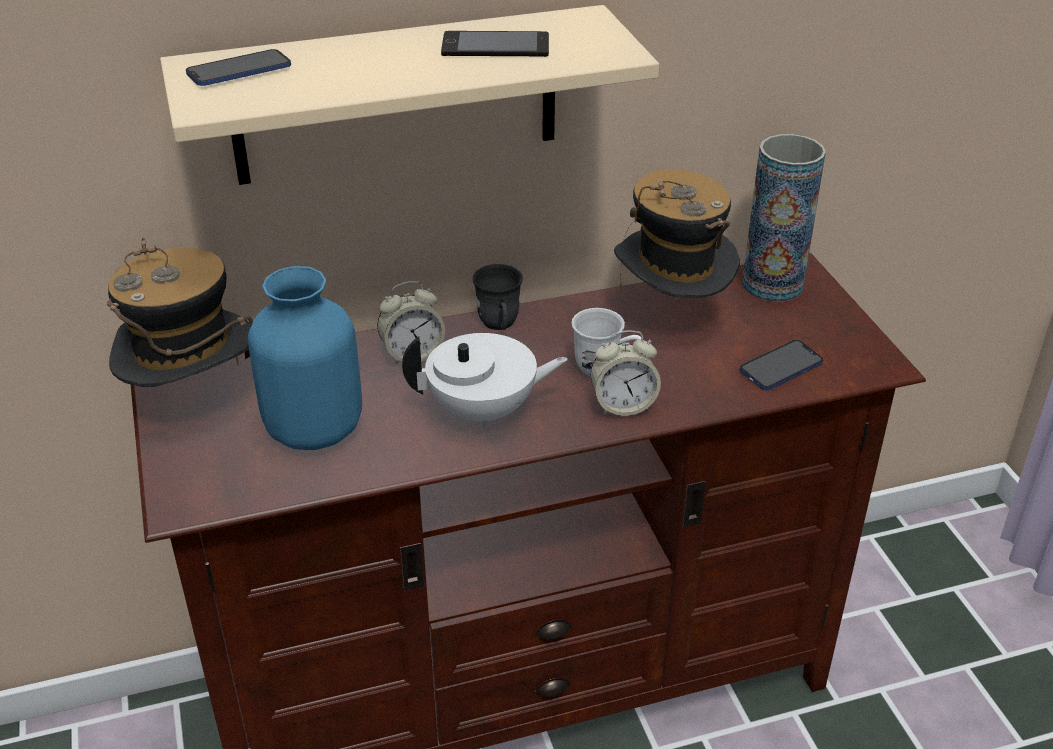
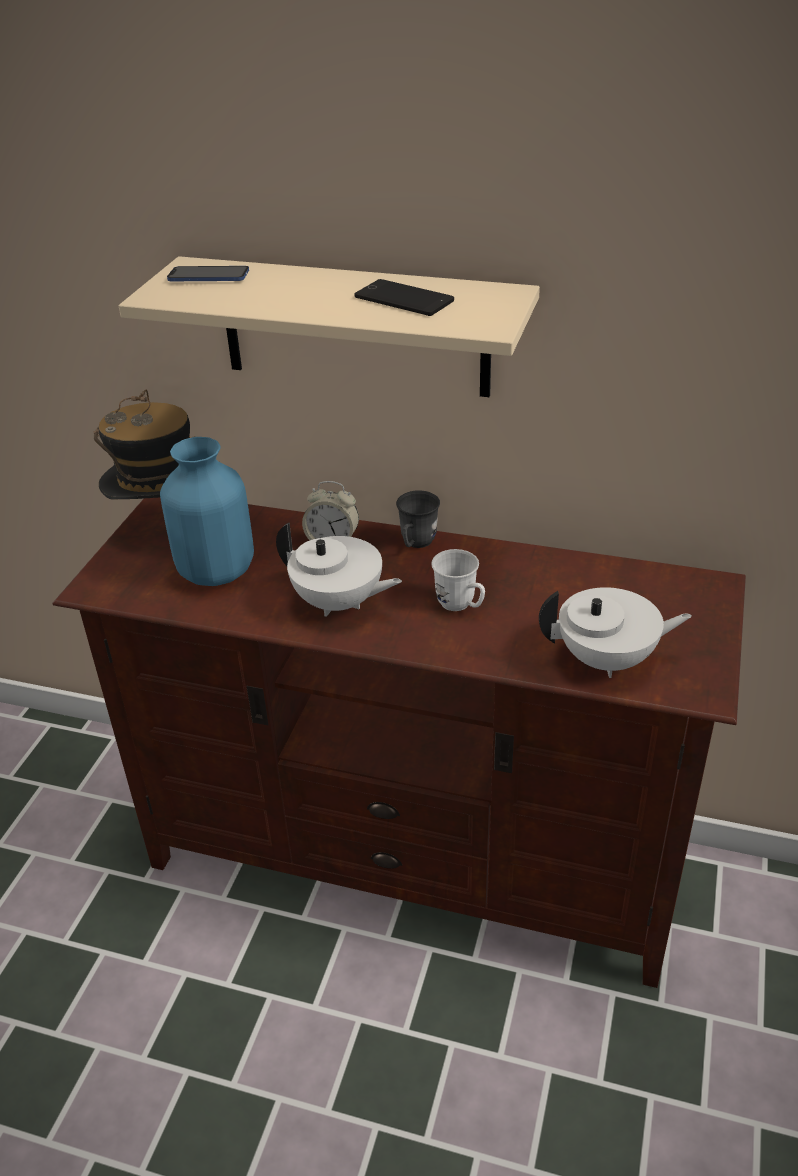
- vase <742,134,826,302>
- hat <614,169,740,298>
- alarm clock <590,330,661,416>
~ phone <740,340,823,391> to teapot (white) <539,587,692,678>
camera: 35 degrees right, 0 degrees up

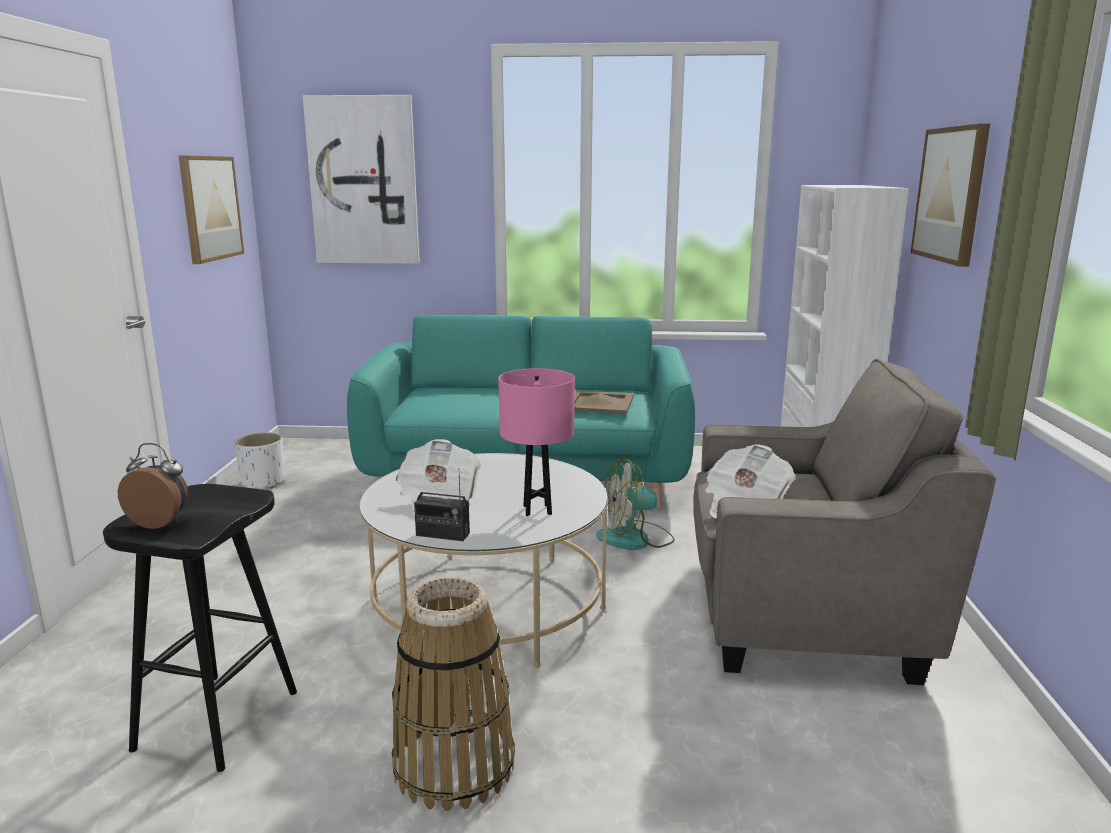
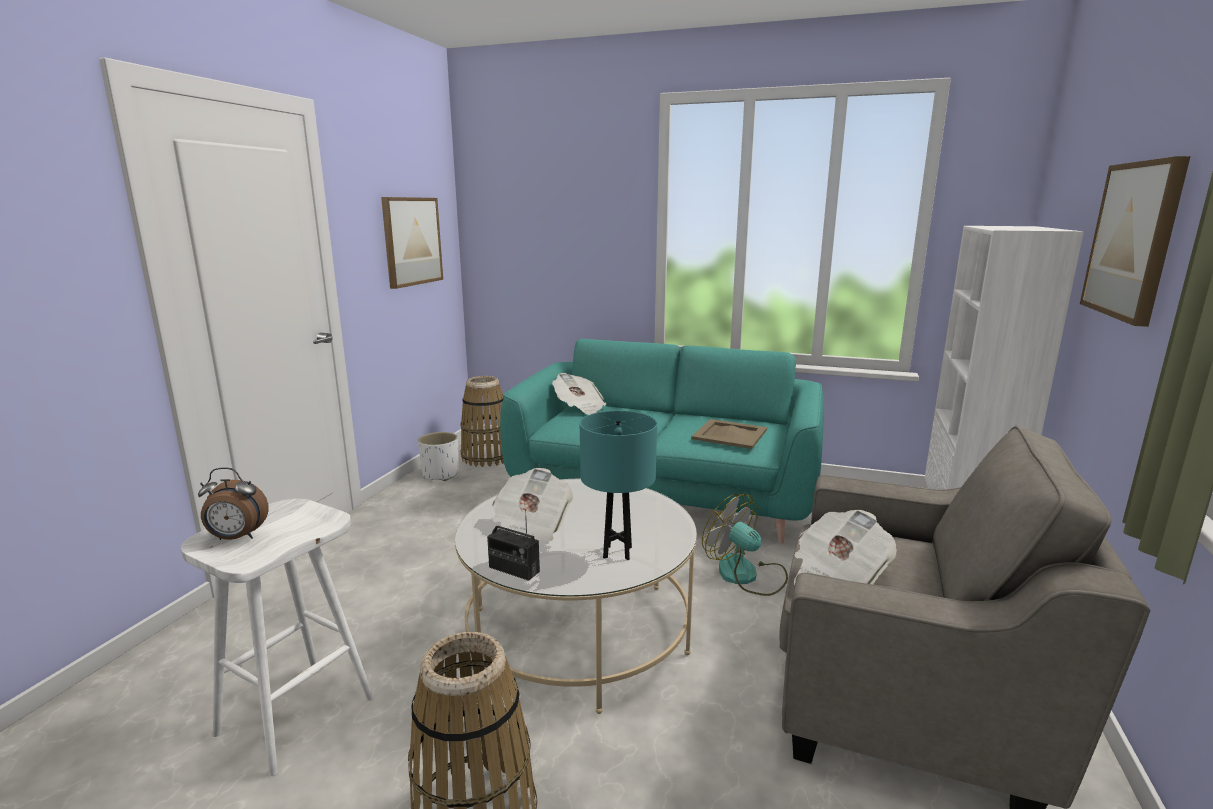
- picture <303,95,420,264>
~ table lamp (pink) <498,368,575,516> to table lamp (turquoise) <580,411,657,560>
~ alarm clock <118,443,188,529> = <198,467,269,540> 150 degrees clockwise
~ fan <597,459,675,550> = <702,494,788,596> 45 degrees clockwise
~ stool (black) <103,484,297,772> to stool (white) <181,499,374,776>
+ newspaper <552,373,606,415>
+ basket <460,376,504,467>
camera: 15 degrees right, 0 degrees up

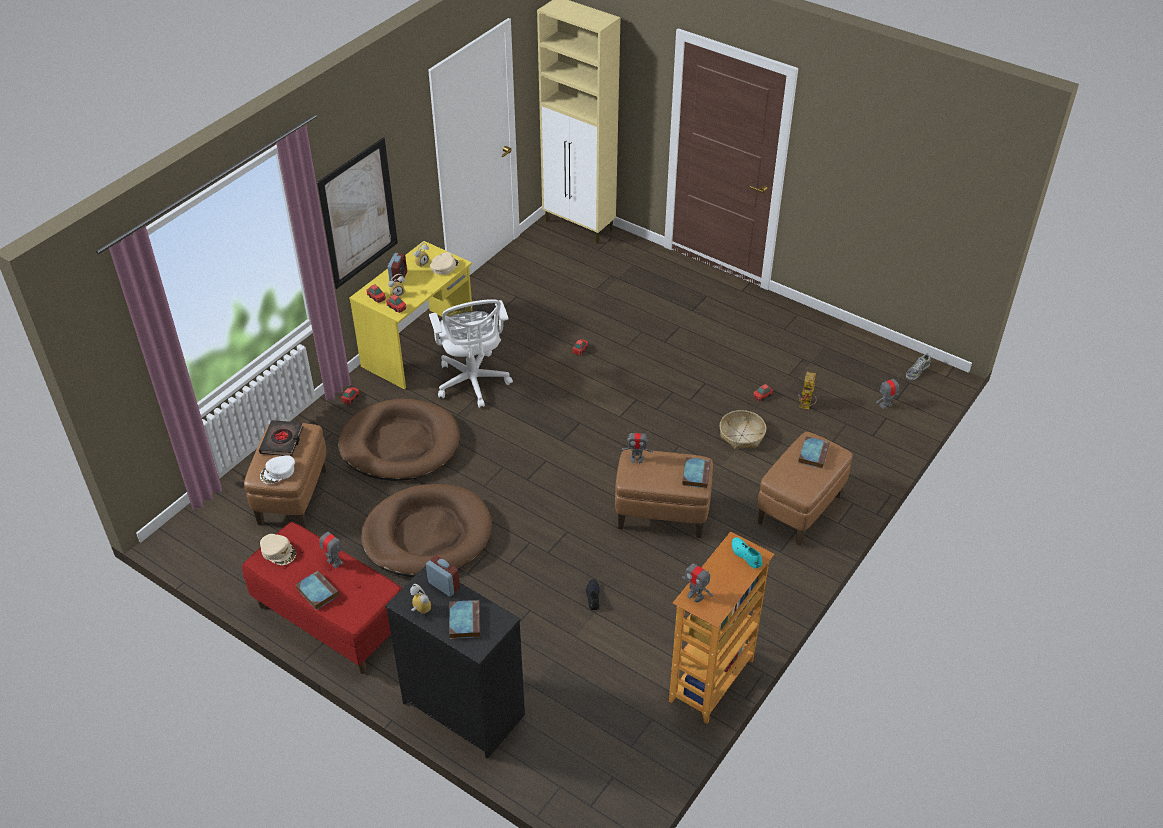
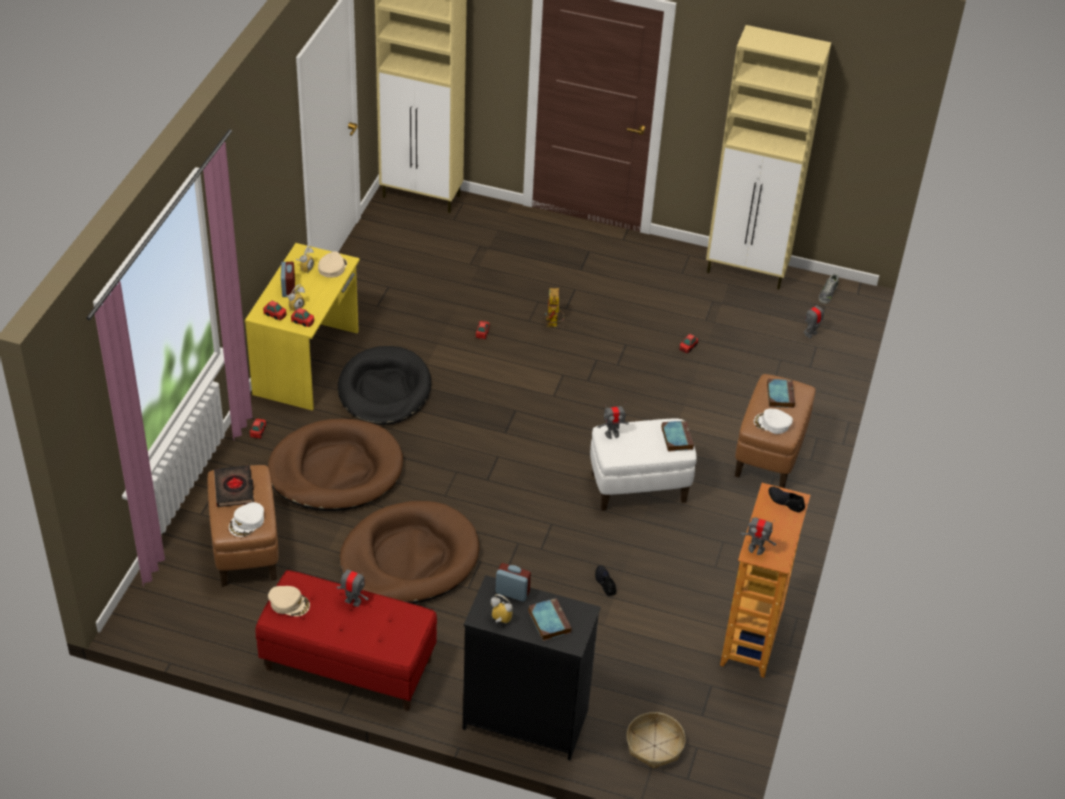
- picture <317,137,398,289>
~ office chair (white) <429,299,513,408> to dog bed (black) <338,346,431,425>
~ toy robot <798,372,817,409> to <545,288,565,327>
~ basket <720,410,766,450> to <626,712,686,769>
~ ottoman (brown) <615,449,713,538> to ottoman (white) <590,419,697,511>
~ shoe (turquoise) <732,537,763,569> to shoe (black) <769,486,805,512>
- book <296,570,339,610>
+ cabinet (beige) <706,25,831,290>
+ cap (white) <754,409,793,434>
camera: 20 degrees left, 0 degrees up

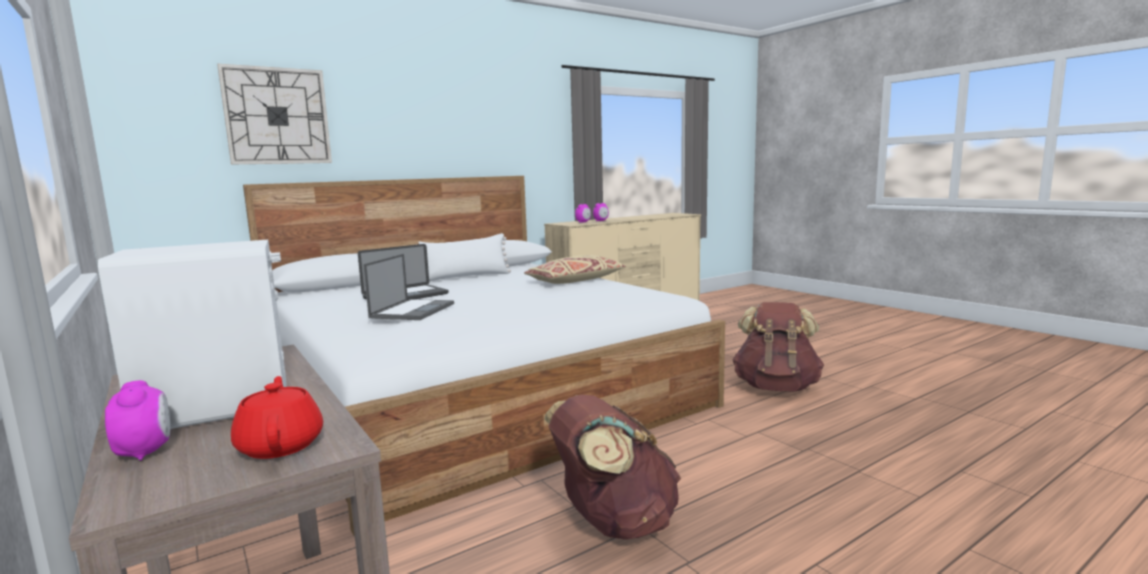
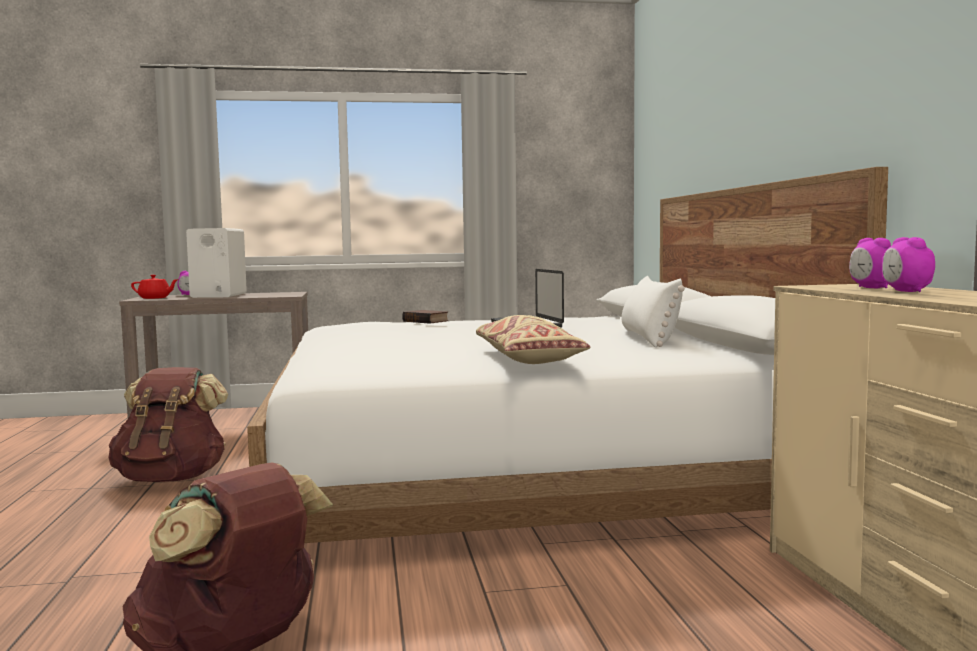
- wall clock <217,64,332,165>
~ laptop <363,254,454,320> to book <402,310,449,324>
camera: 115 degrees right, 5 degrees down

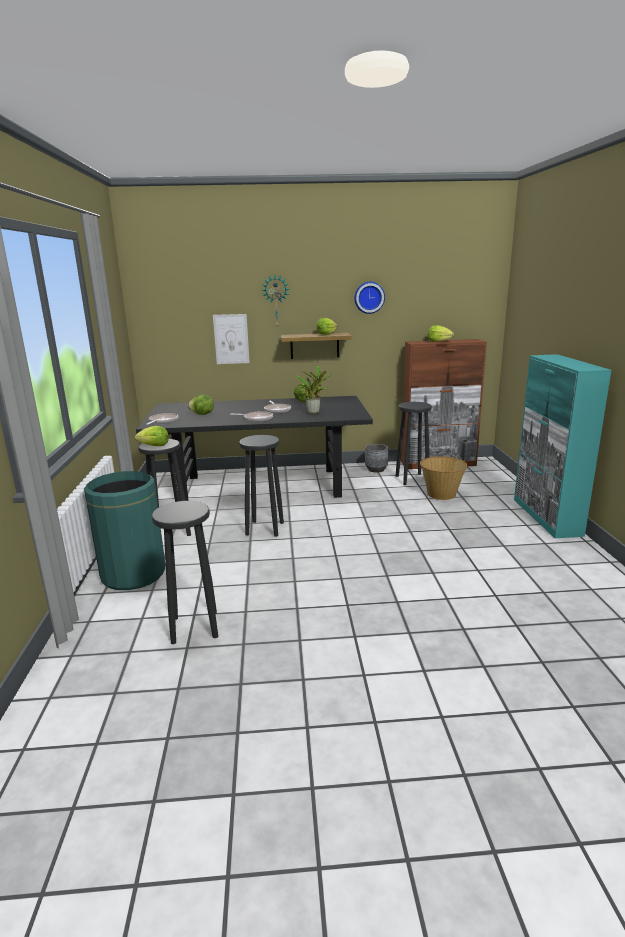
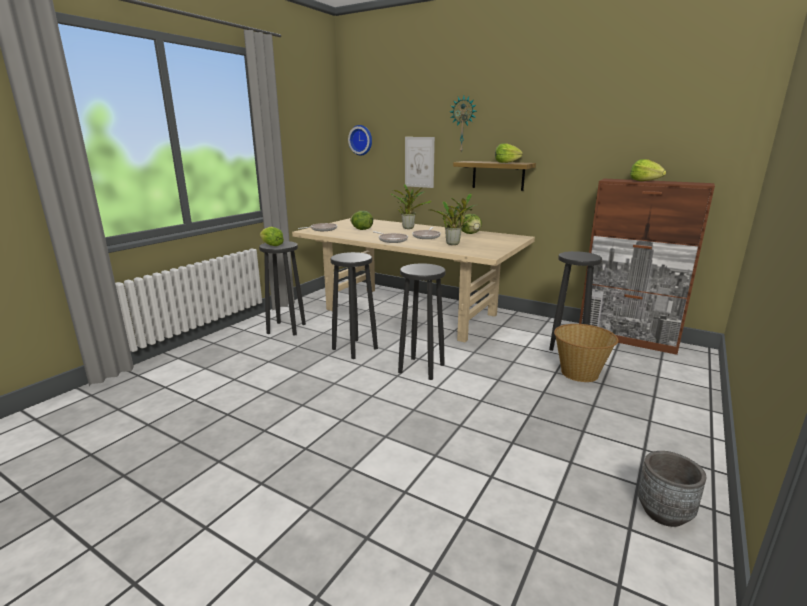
~ wall clock <354,282,385,314> to <348,125,372,156>
- cabinet (turquoise) <514,354,611,538>
~ dining table (black) <136,396,373,501> to dining table (beige) <292,218,535,343>
~ planter (grey) <365,444,388,473> to <638,451,706,527>
- trash can (green) <84,471,165,590>
~ stool (black) <152,501,218,644> to <398,263,446,380>
+ potted plant <391,184,432,229>
camera: 35 degrees right, 0 degrees up

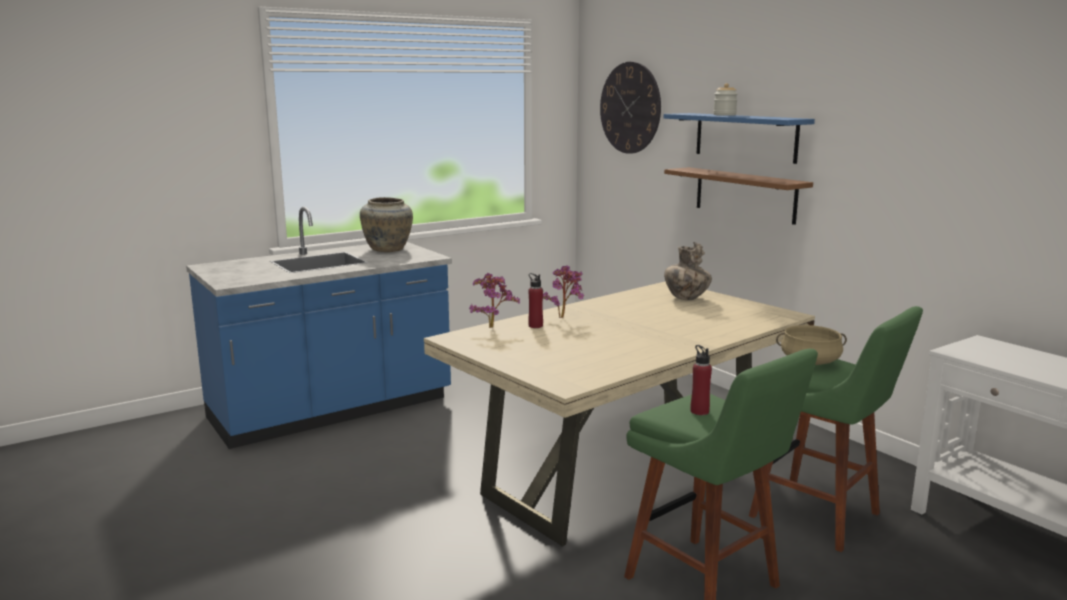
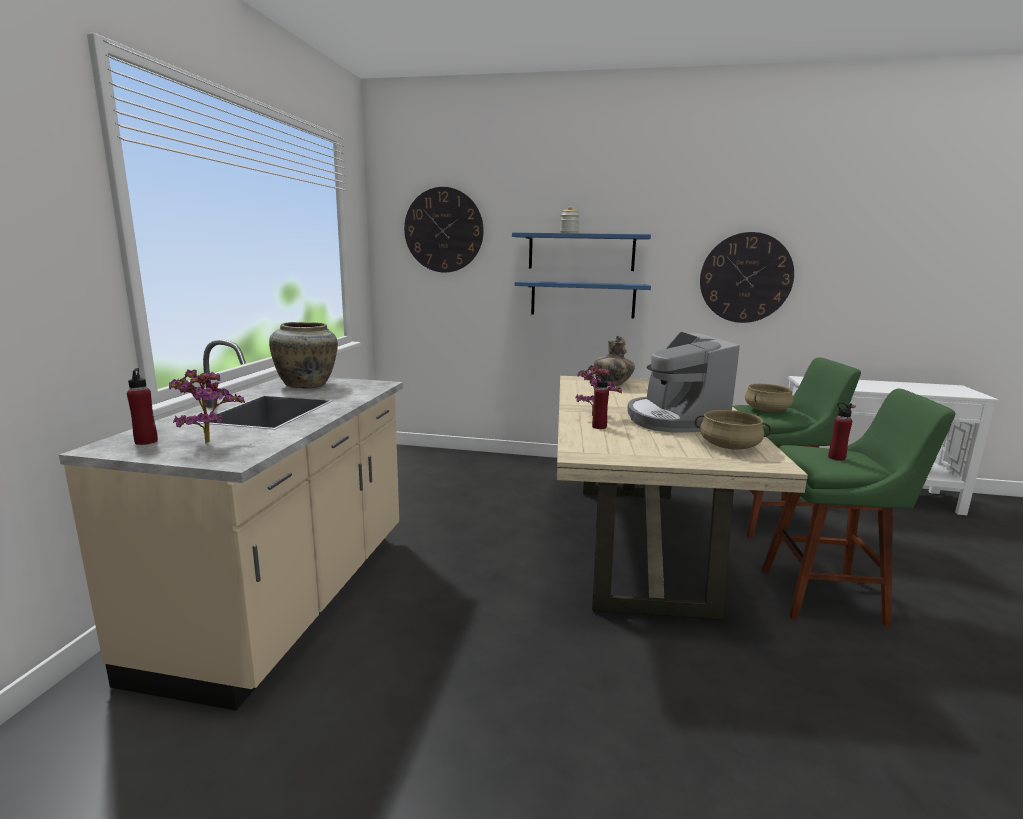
~ shelf (brown) <664,167,813,225> to shelf (blue) <515,281,651,319>
~ counter (blue) <186,207,452,449> to counter (beige) <59,339,403,710>
~ potted plant <469,273,520,328> to <169,369,245,444>
+ wall clock <700,232,794,323>
+ coffee machine <627,332,740,432>
+ bottle (red) <127,368,158,445>
+ cooking pot (beige) <695,410,771,450>
camera: 45 degrees left, 0 degrees up

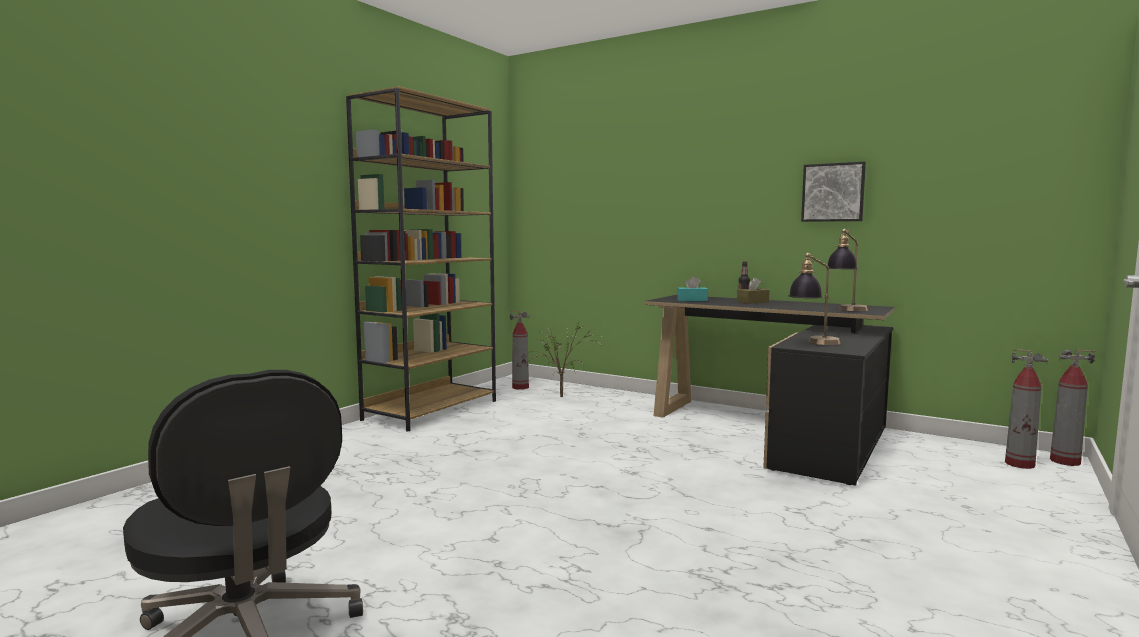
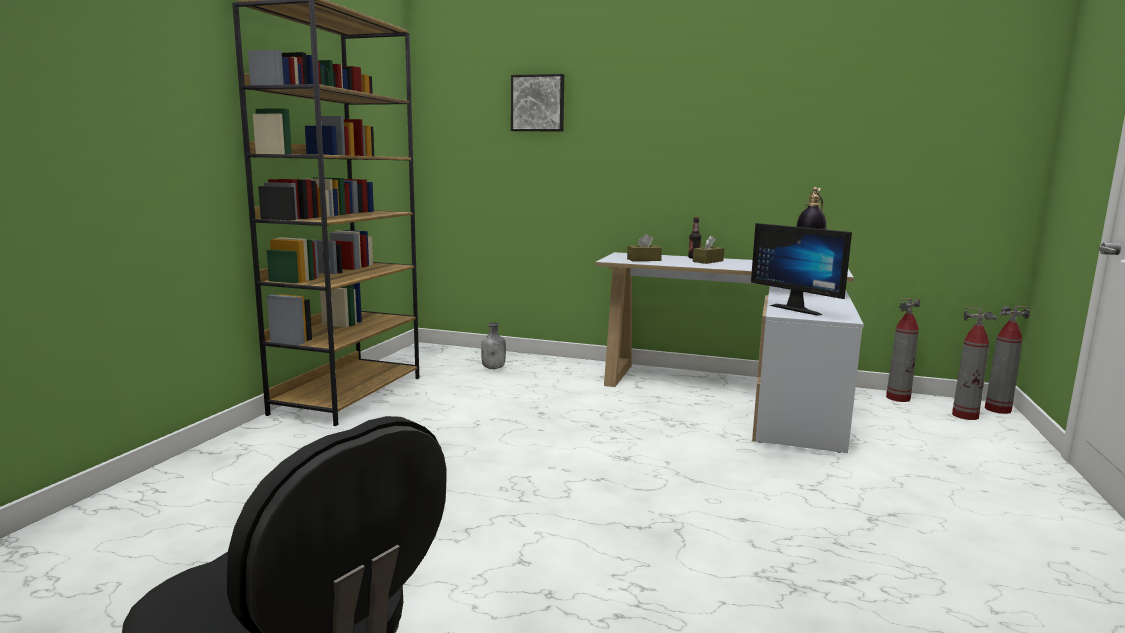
~ picture <801,162,866,222> to <511,74,564,131>
~ table lamp <789,253,841,345> to monitor <751,223,852,316>
~ tissue box (turquoise) <677,276,708,301> to tissue box (brown) <627,234,662,261>
~ desk (black) <645,295,895,486> to desk (white) <595,252,864,453>
~ fire extinguisher <510,311,529,390> to <886,298,921,402>
~ potted plant <525,323,602,397> to bottle (grey) <481,322,506,369>
camera: 15 degrees left, 5 degrees up

